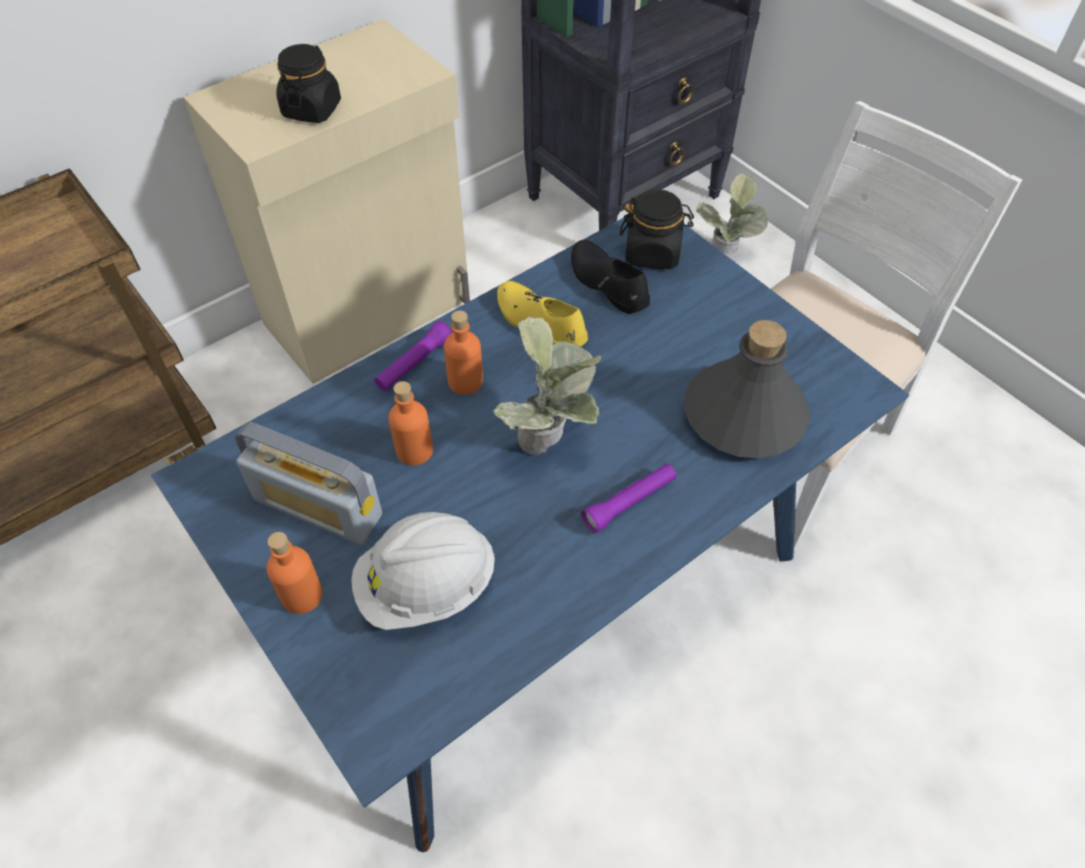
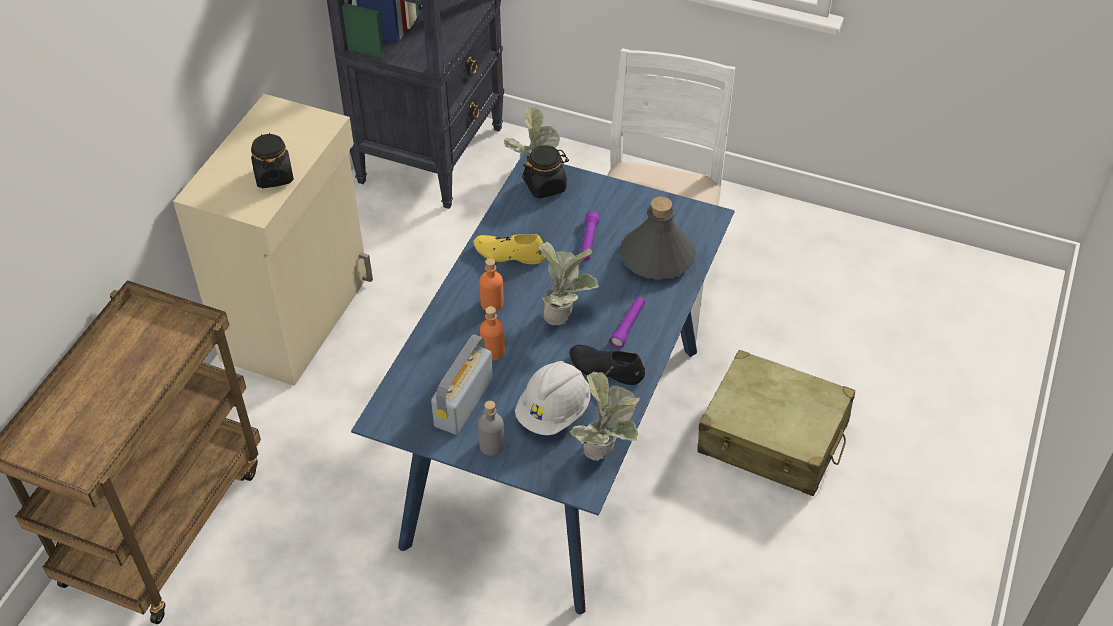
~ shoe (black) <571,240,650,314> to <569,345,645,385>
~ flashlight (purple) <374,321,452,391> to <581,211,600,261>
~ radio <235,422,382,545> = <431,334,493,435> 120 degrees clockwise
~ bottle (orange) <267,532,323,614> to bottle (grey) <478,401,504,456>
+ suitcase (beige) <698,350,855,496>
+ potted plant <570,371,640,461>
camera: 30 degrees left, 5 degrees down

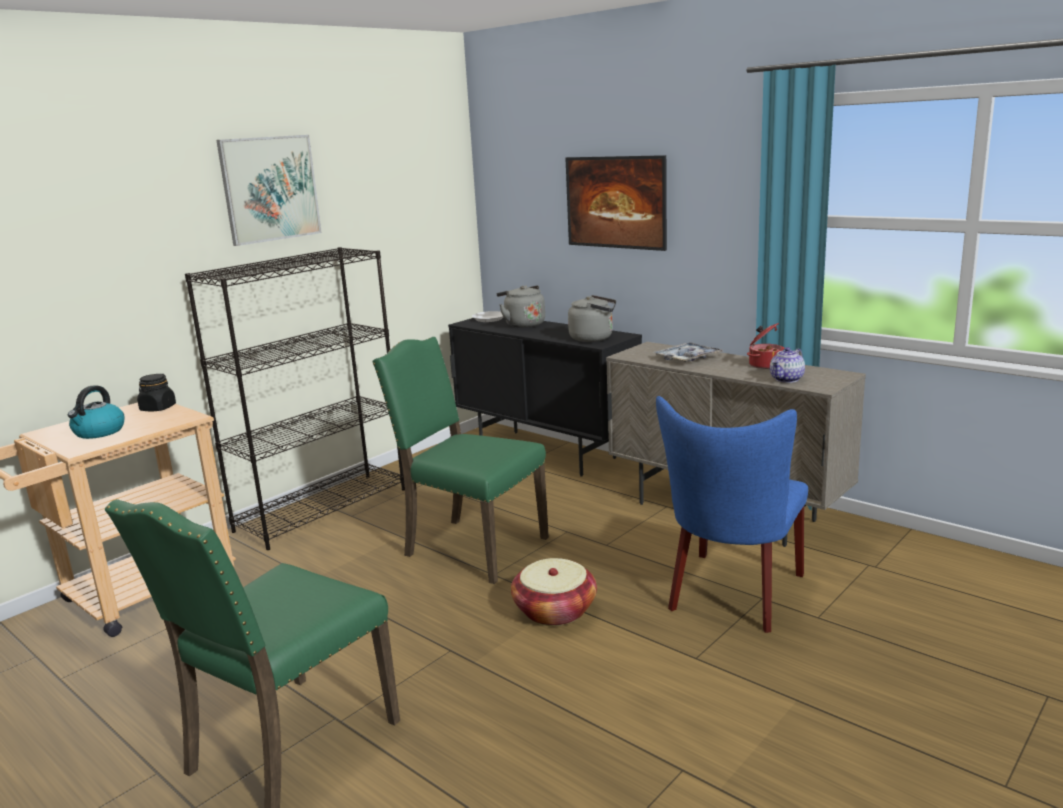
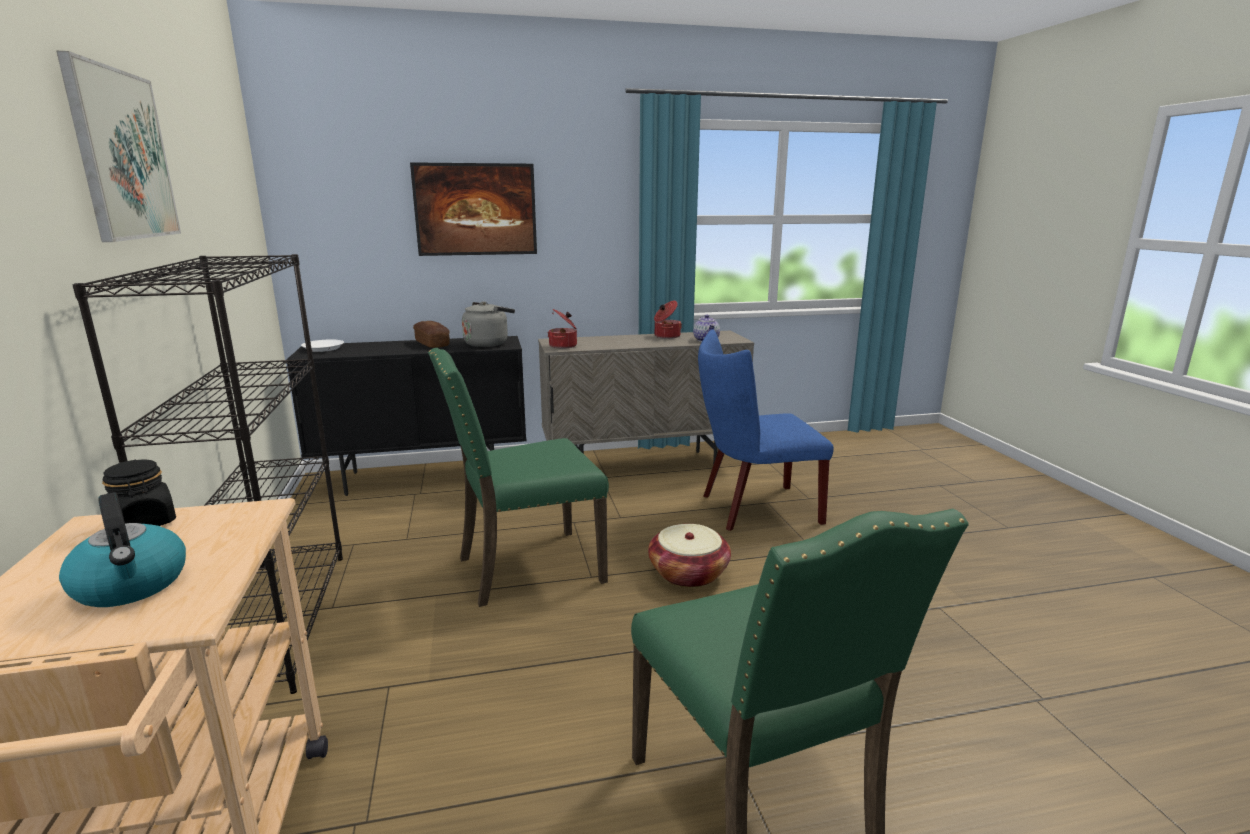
- kettle (grey) <497,285,545,328>
- tray <654,342,723,362>
~ chair (blue) <656,396,808,633> = <698,329,834,531> 105 degrees clockwise
+ cooking pot <548,309,577,349>
+ bread <413,321,450,348>
camera: 55 degrees left, 0 degrees up

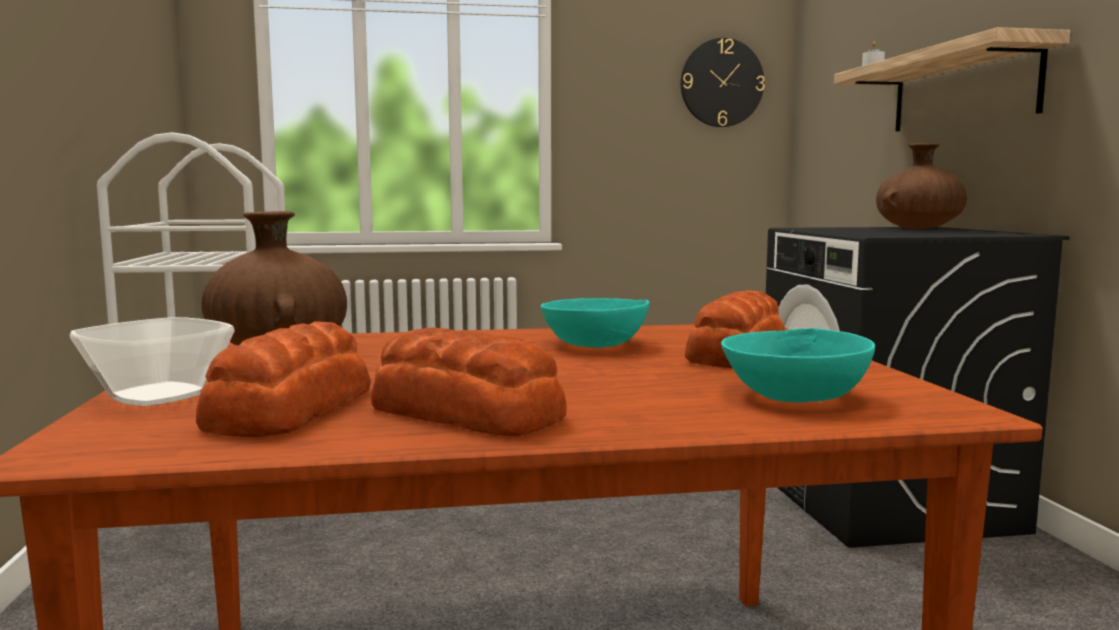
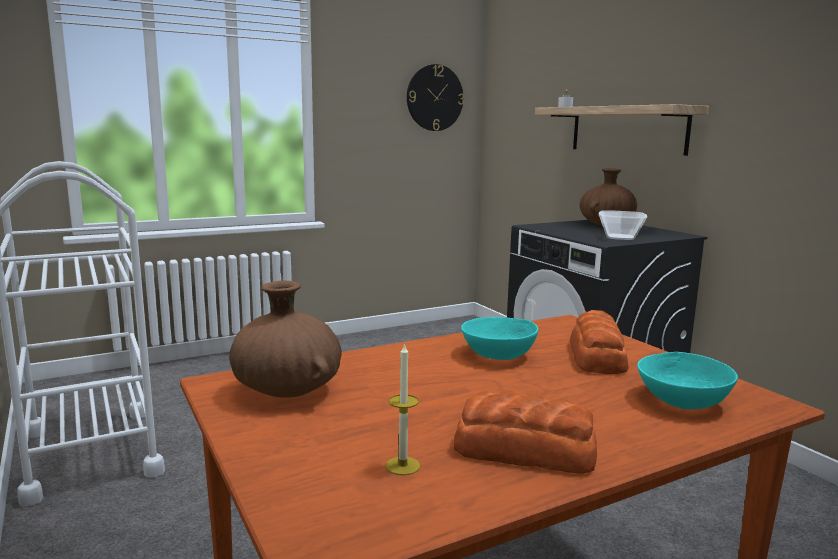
~ bowl <70,317,235,406> to <598,210,647,240>
~ bread <196,321,371,437> to candle <386,343,420,475>
camera: 20 degrees left, 5 degrees up

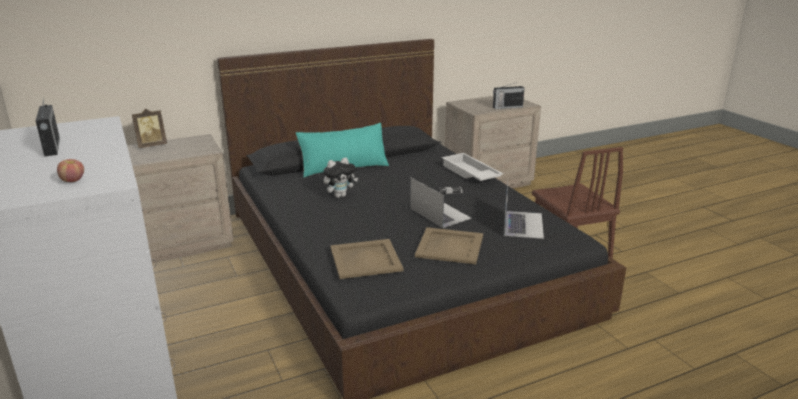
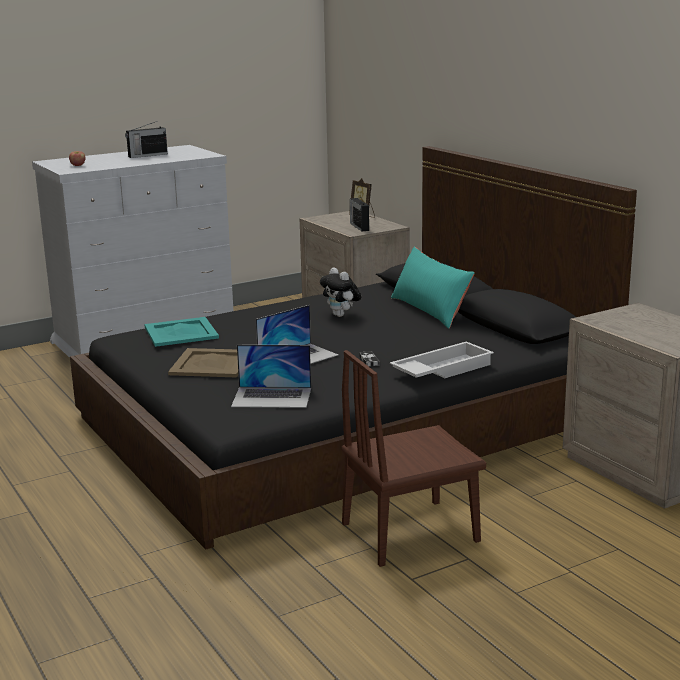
~ radio <493,82,524,109> to <350,197,369,231>
~ tray (beige) <330,239,404,279> to tray (turquoise) <144,317,219,347>
camera: 85 degrees right, 5 degrees down

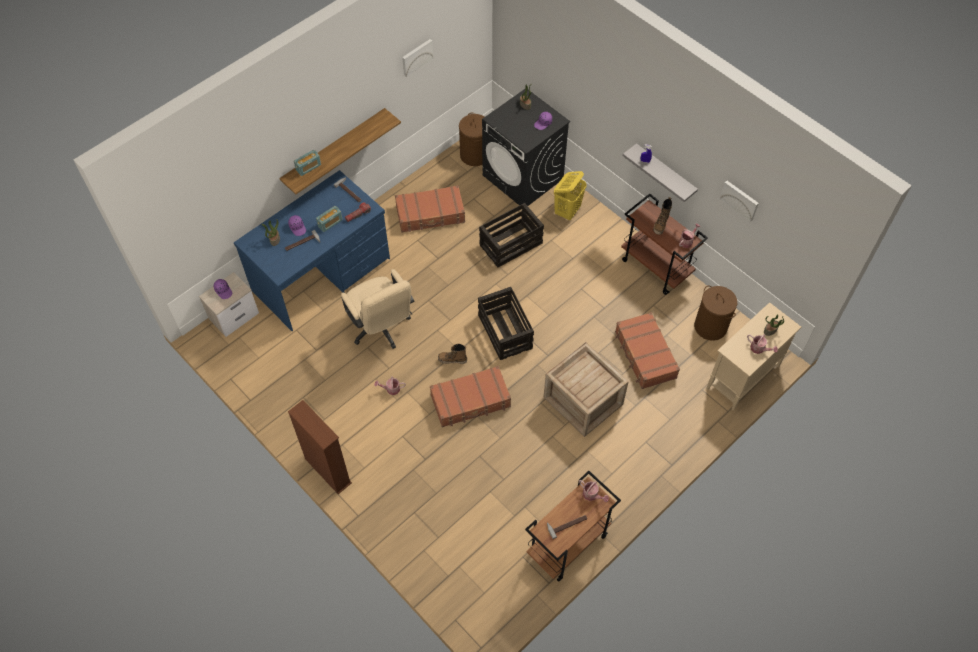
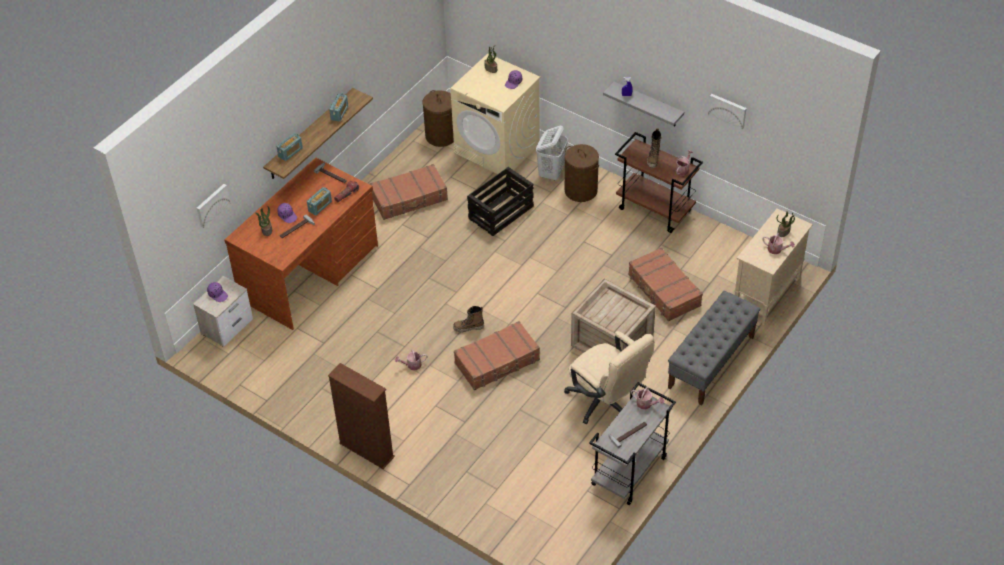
~ picture <402,39,433,77> to <197,184,231,228>
~ washing machine (black) <482,89,570,206> to washing machine (beige) <450,53,540,178>
~ desk (blue) <234,170,390,331> to desk (brown) <225,157,378,330>
~ laundry basket (yellow) <554,171,587,220> to laundry basket (white) <536,126,568,181>
~ office chair (beige) <341,269,414,349> to <564,331,655,425>
~ laundry basket (brown) <694,286,737,341> to <565,144,599,202>
- crate <478,287,534,360>
~ cart (brown) <525,471,621,582> to cart (grey) <589,382,676,505>
+ radio <329,93,348,122>
+ bench (grey) <668,291,760,406>
camera: 10 degrees left, 10 degrees down

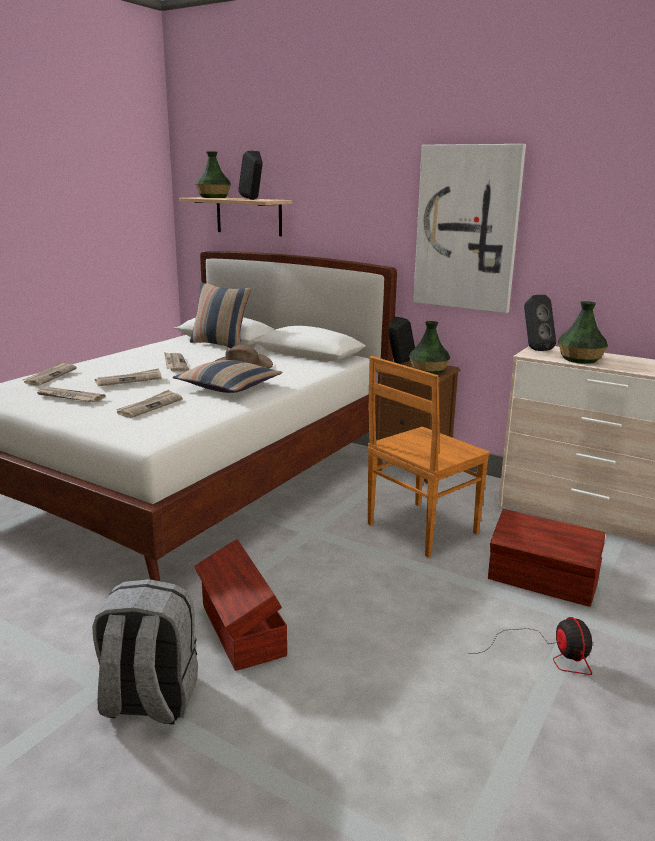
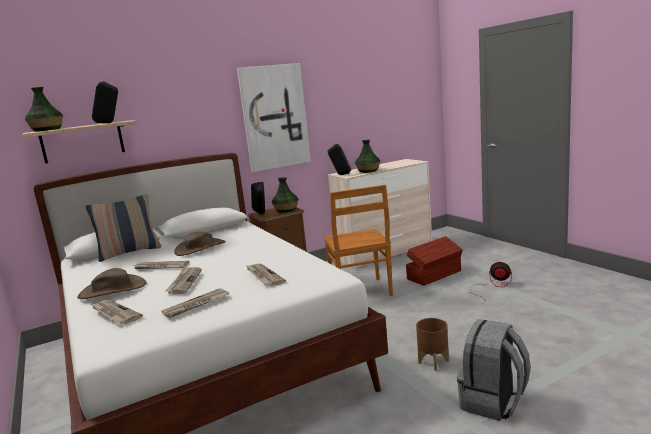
- pillow <173,360,282,393>
~ storage box (brown) <194,539,287,671> to planter (brown) <416,318,449,371>
+ hat (brown) <78,268,146,299>
camera: 60 degrees left, 5 degrees down

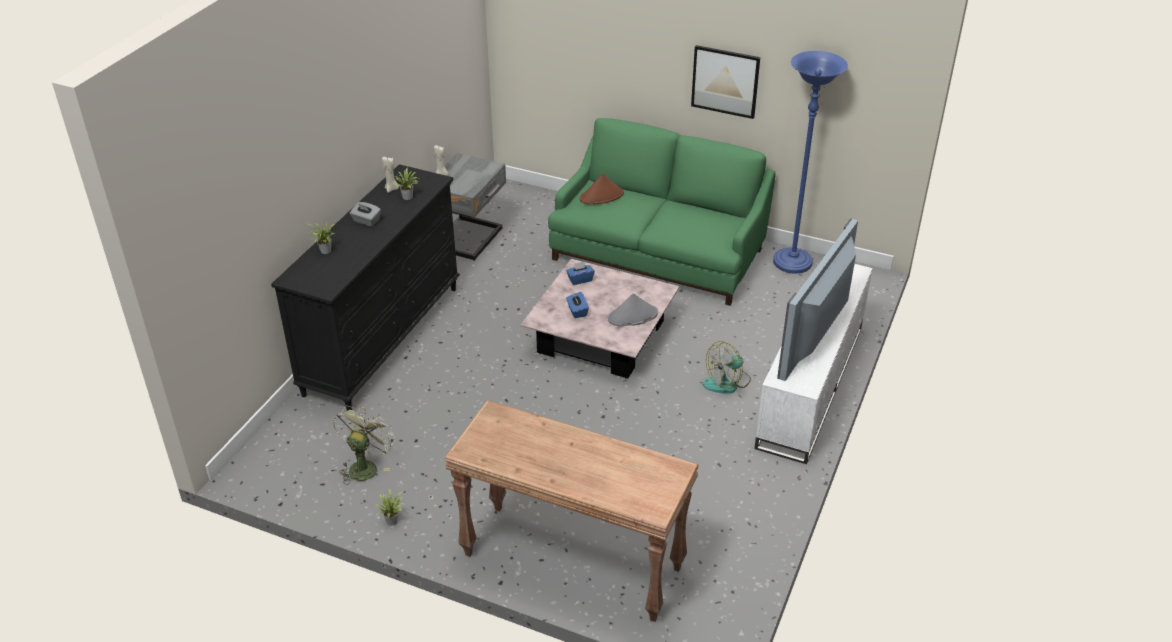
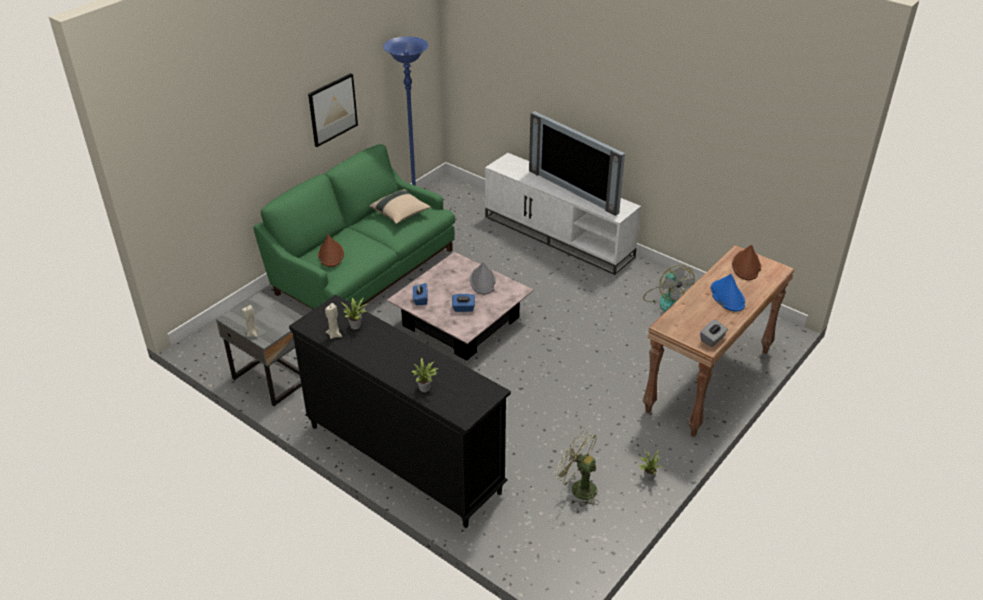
~ tissue box (grey) <350,202,381,227> to <700,319,728,347>
~ fan <702,341,751,394> to <643,265,695,312>
+ pillow (beige) <369,189,431,224>
+ hat (brown) <732,244,761,280>
+ hat (blue) <711,274,745,312>
camera: 75 degrees left, 0 degrees up

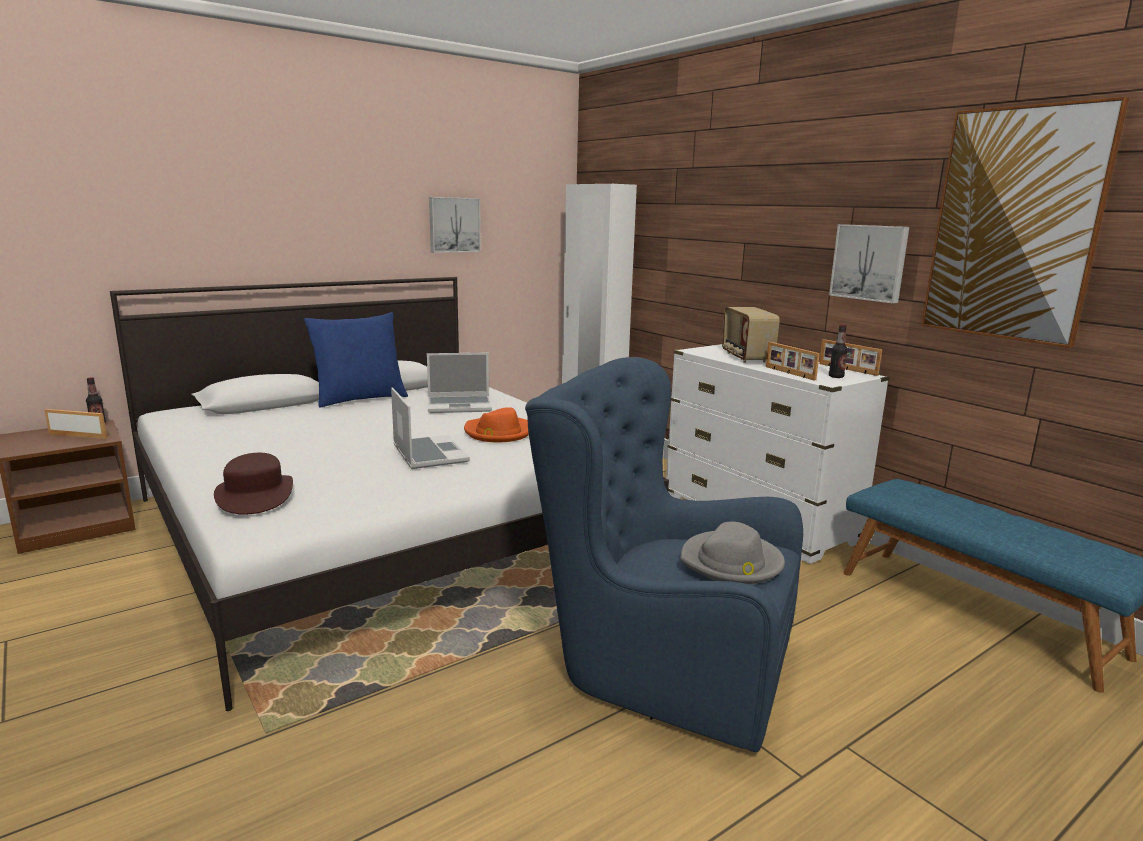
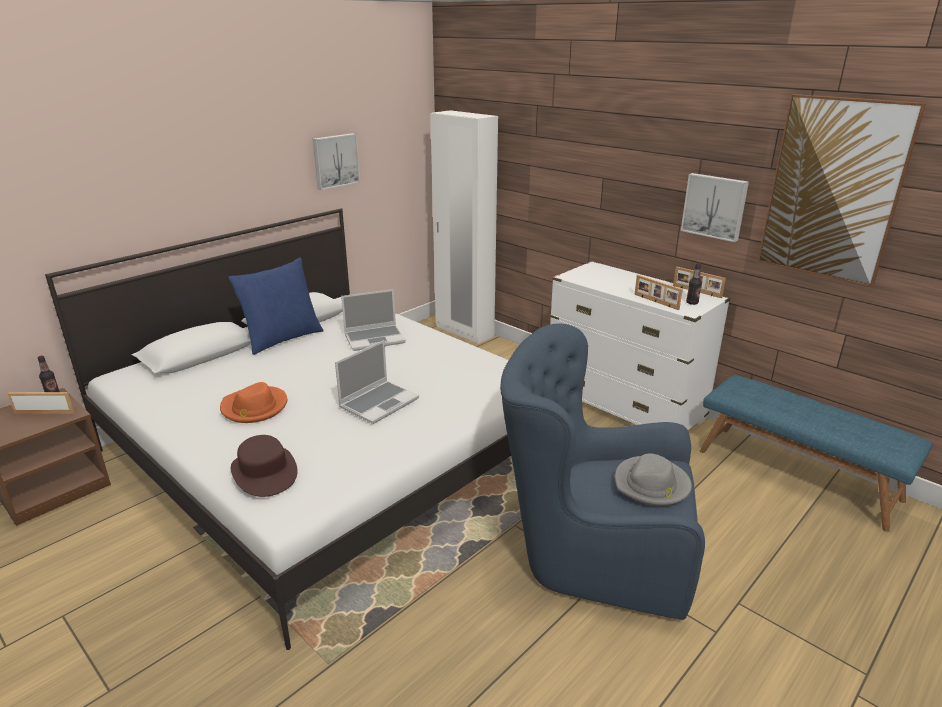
- radio <722,307,780,363>
~ laptop <391,387,470,469> = <335,340,419,424> 75 degrees clockwise
~ hat (orange) <464,407,529,442> to <220,382,287,423>
camera: 10 degrees left, 10 degrees up

